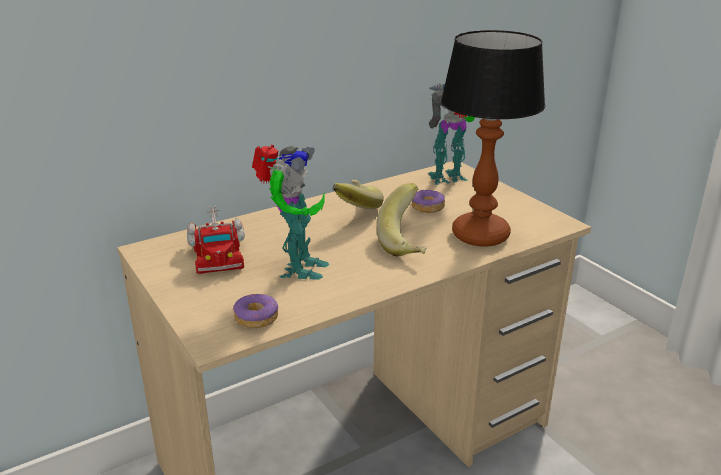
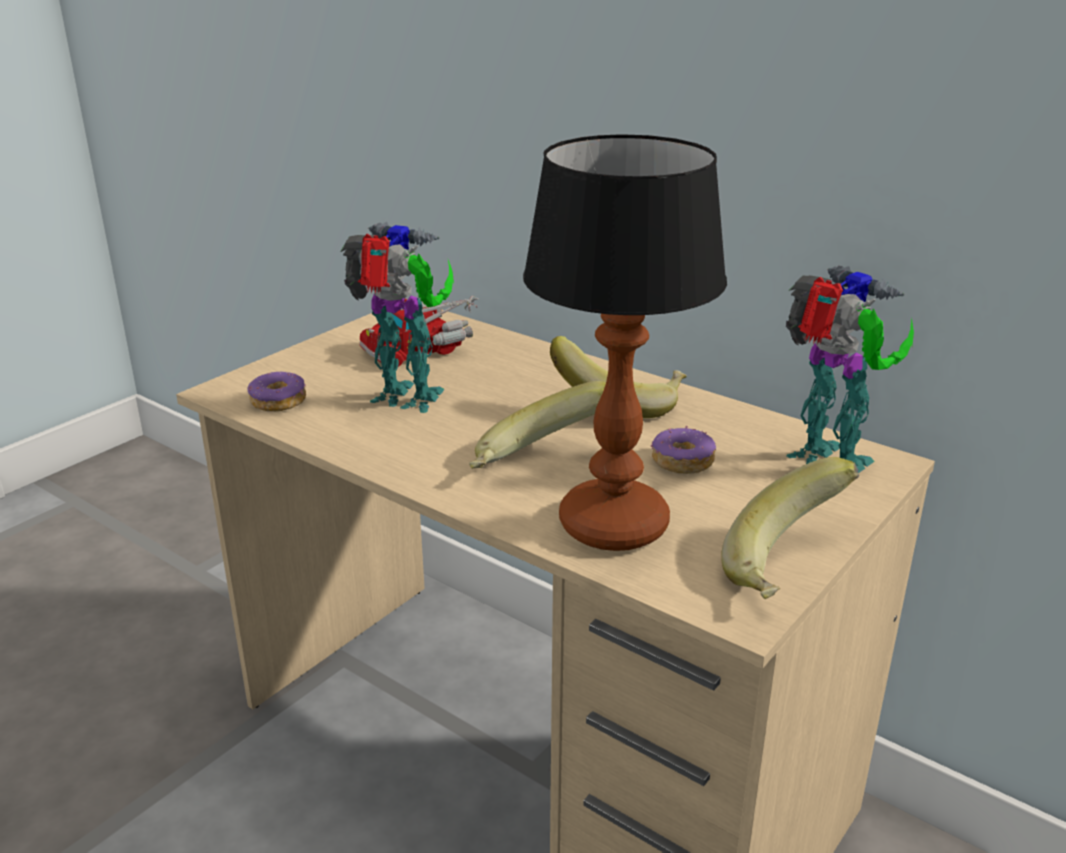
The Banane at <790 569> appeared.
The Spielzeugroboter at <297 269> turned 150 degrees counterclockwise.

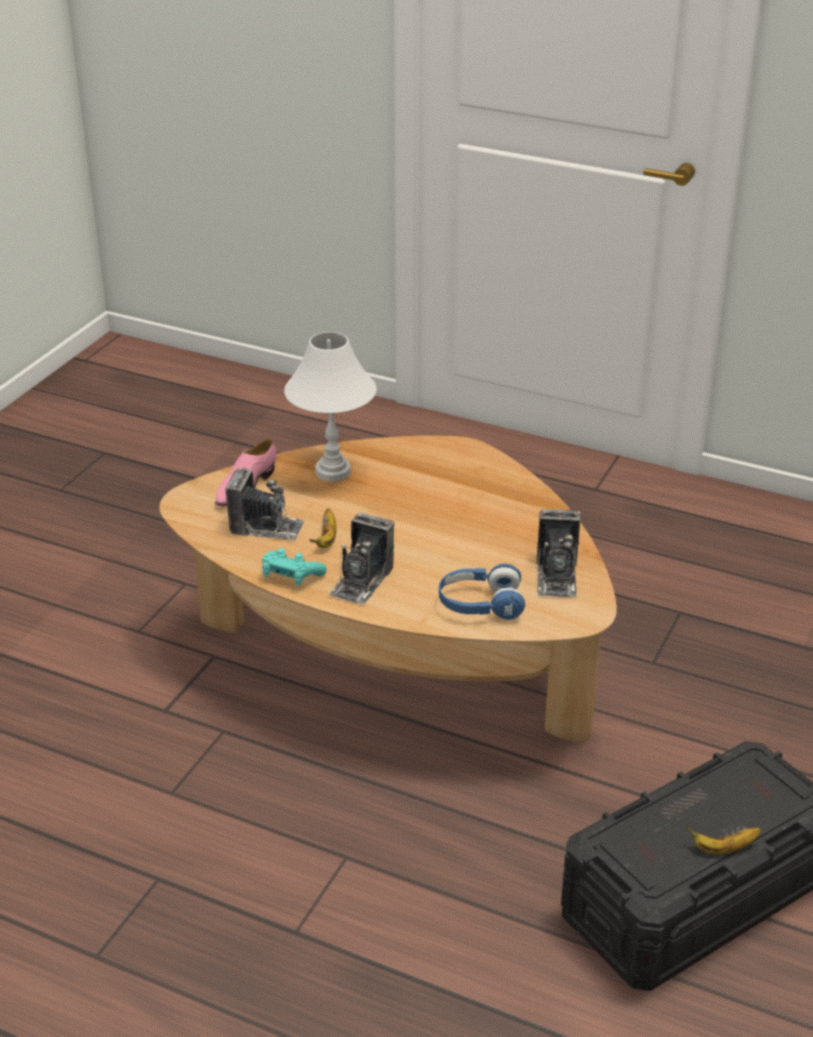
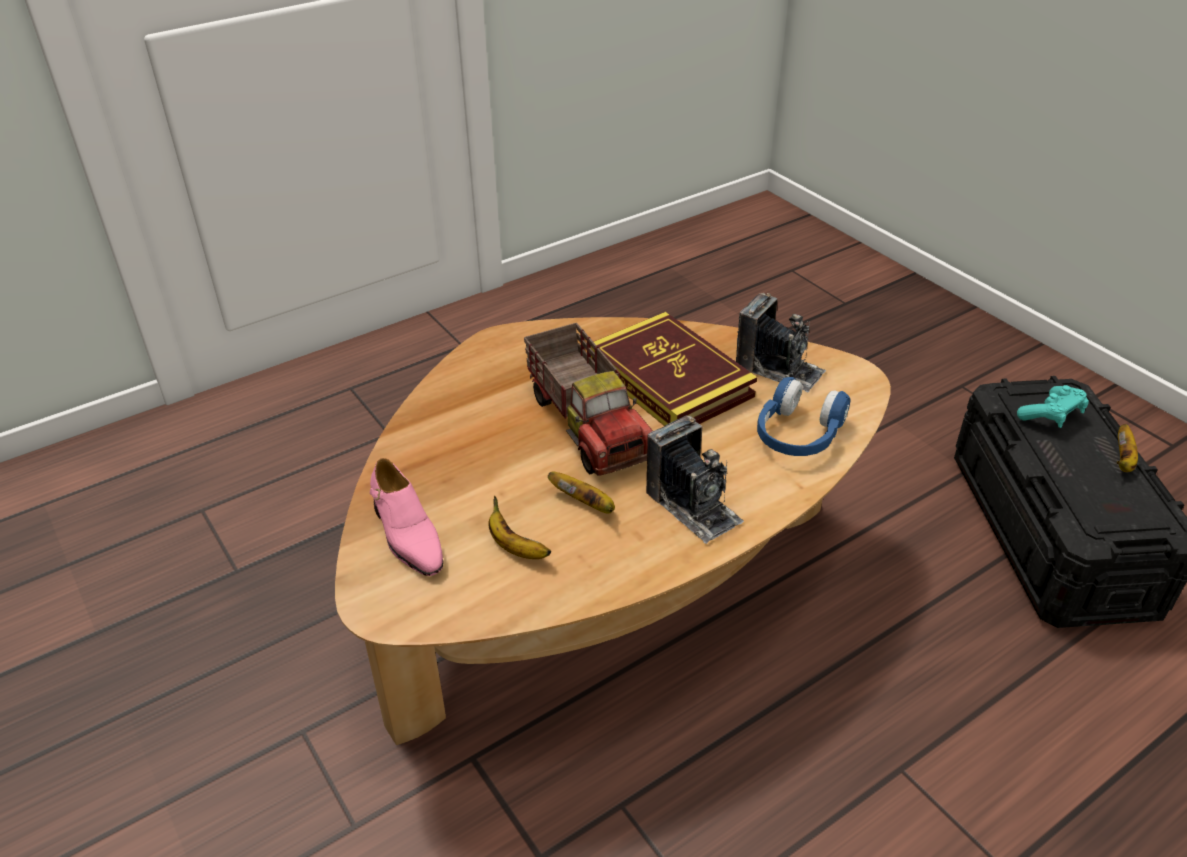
The Tischlampe/weiß at <333 472> disappeared.
The Spielzeuglaster at <589 424> appeared.
The Buch at <669 379> appeared.
The Gamepad/türkis moved from <291 576> to <1051 415>.
The Kamera at <266 527> was replaced by the Banane at <515 547>.

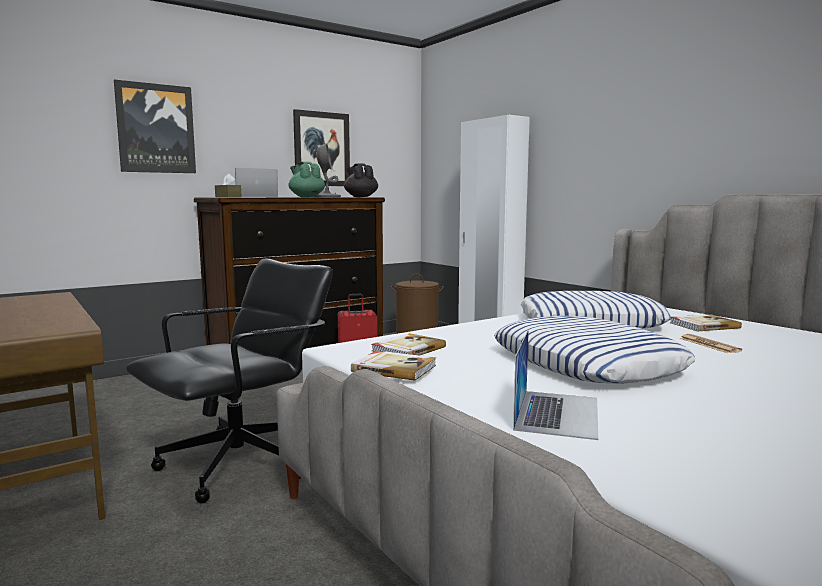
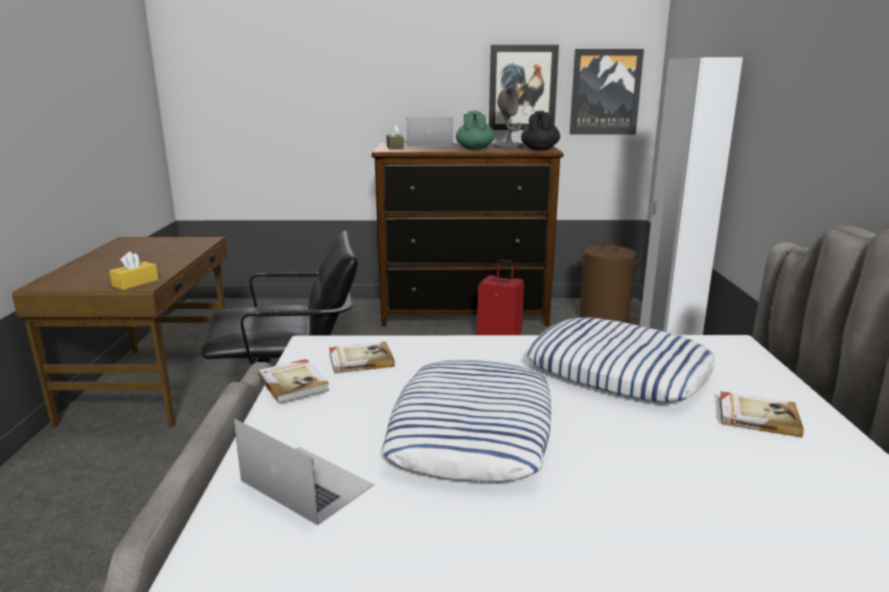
The Zeitung at <709 345> disappeared.
The Taschentuchbox/gelb at <135 283> appeared.
The Bild moved from <156 128> to <605 92>.
The Laptop at <557 413> turned 105 degrees counterclockwise.

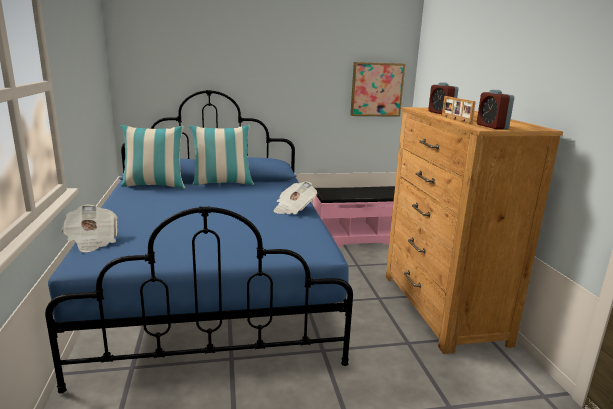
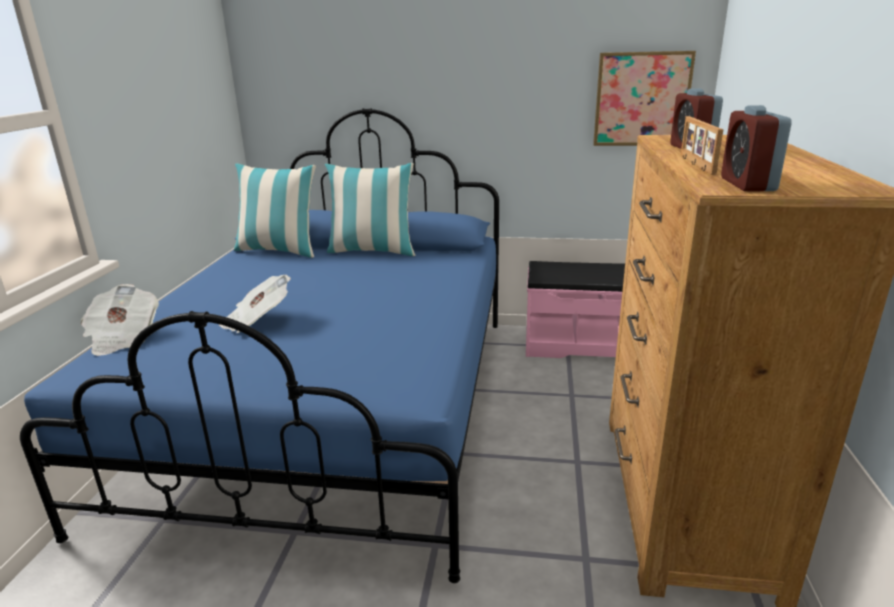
The Zeitung moved from <293 209> to <257 321>.

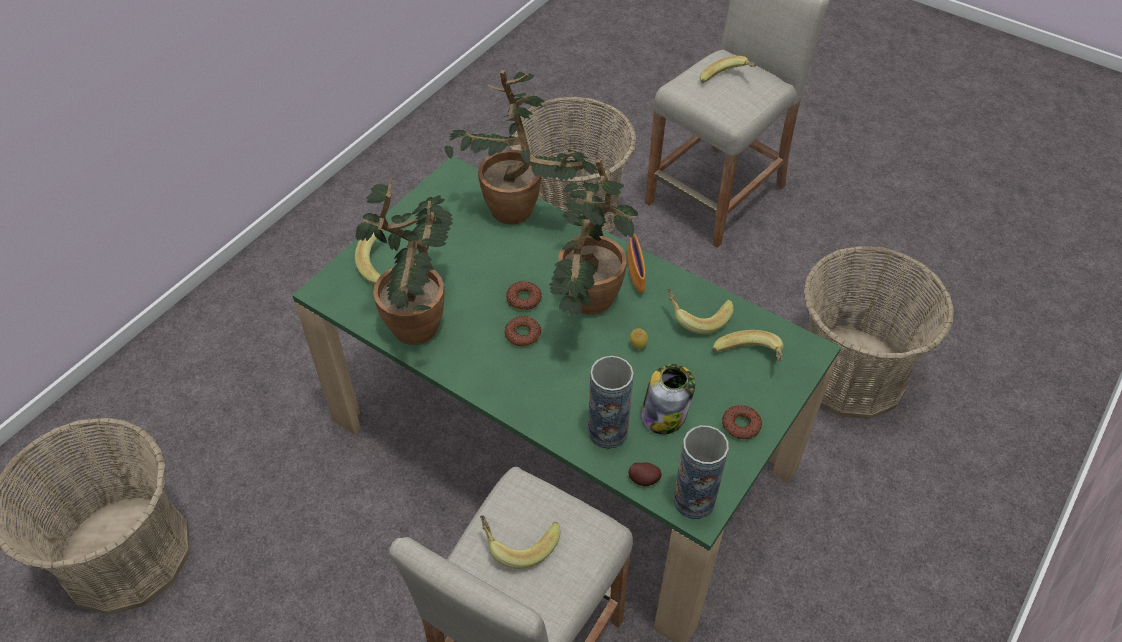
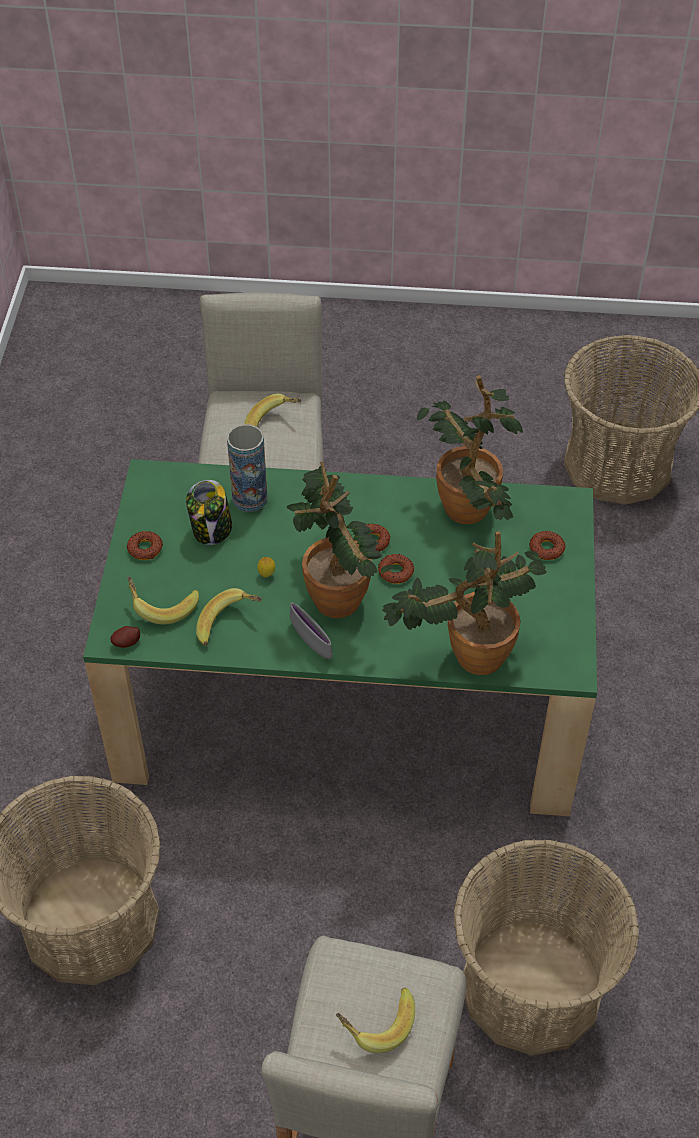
The Vase at <694 500> disappeared.
The Kartoffel moved from <644 479> to <126 642>.
The Banane at <384 262> was replaced by the Donut at <546 548>.
The Schüssel/orange at <635 274> became the Schüssel/grau at <311 642>.

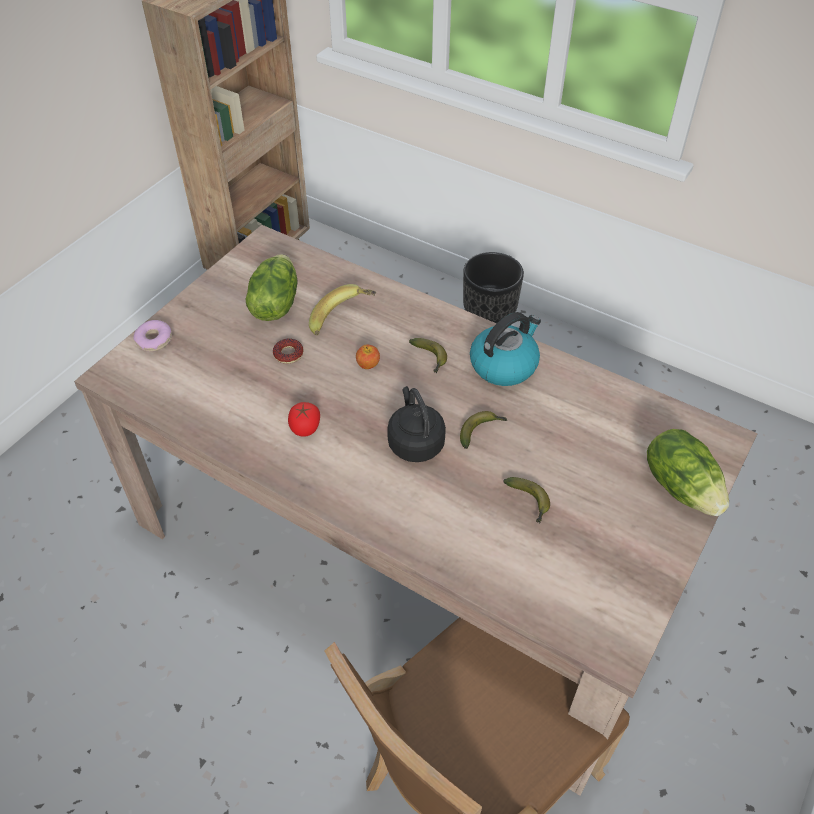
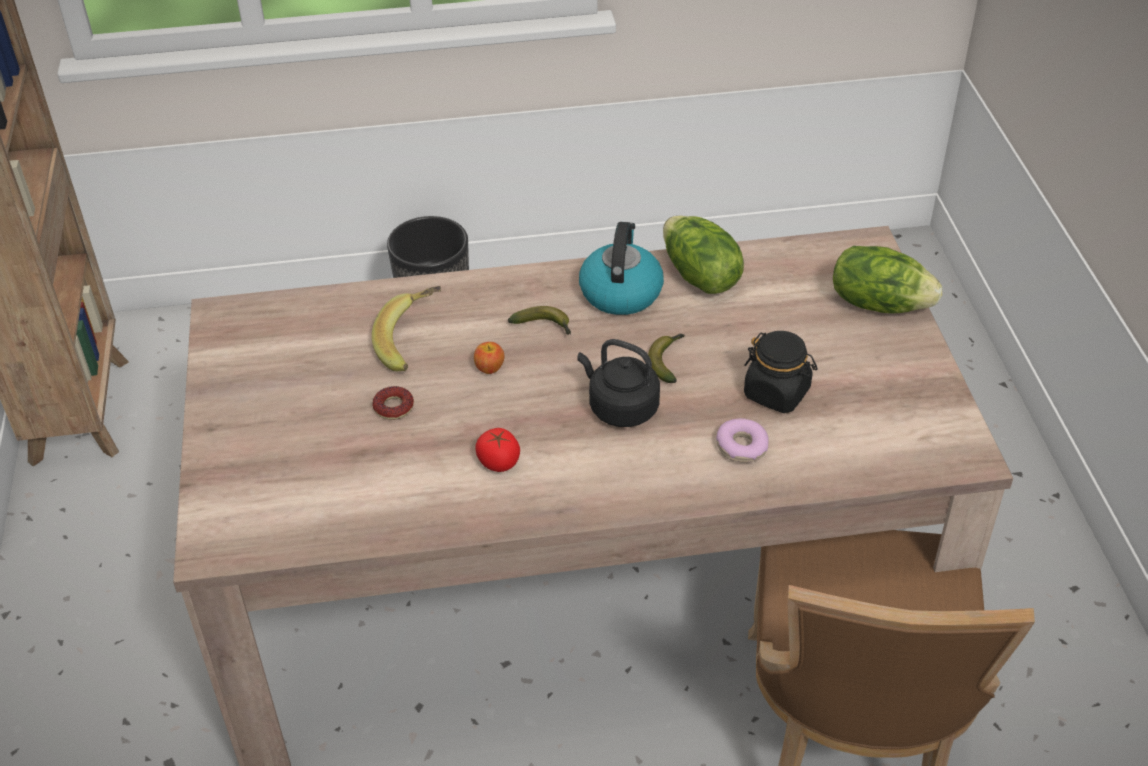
The Donut moved from <154 340> to <741 447>.
The Salatkopf moved from <274 304> to <699 276>.
The Banane at <529 502> was replaced by the Vorratsglas/schwarz at <777 393>.

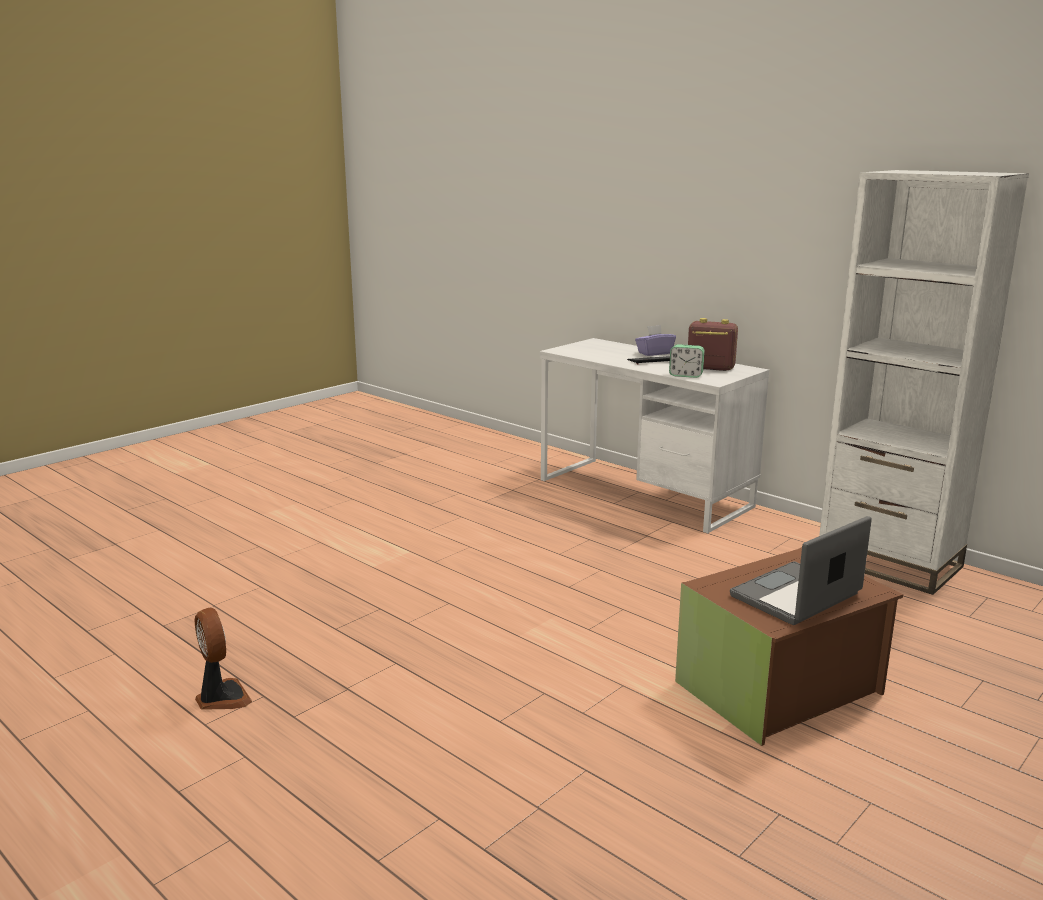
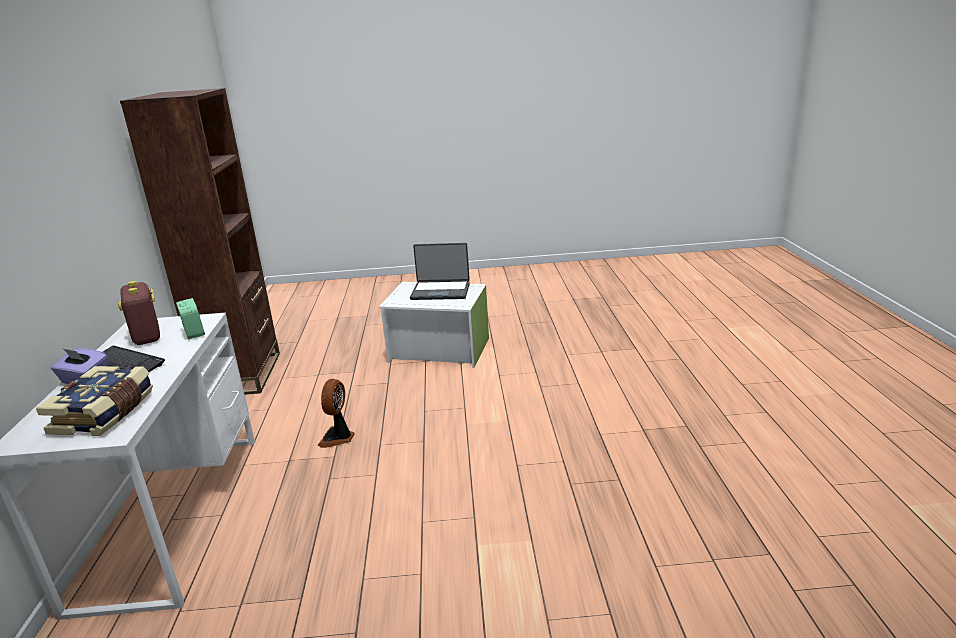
The Buch at <105 413> appeared.
The Ventilator moved from <221 698> to <338 438>.
The Aufbewahrungsbox/braun at <781 689> became the Aufbewahrungsbox/weiß at <439 349>.
The Bücherregal/weiß at <888 563> became the Bücherregal/braun at <242 374>.

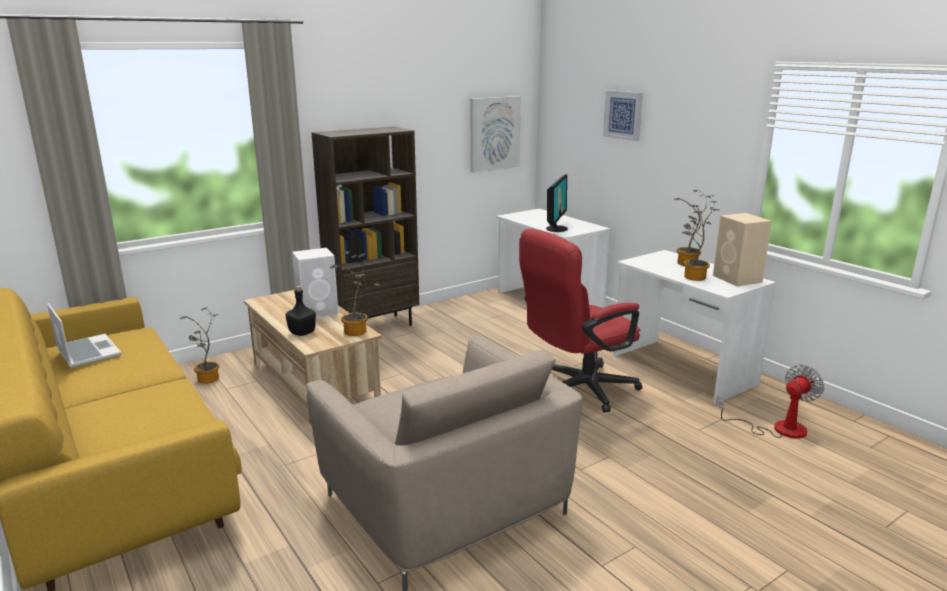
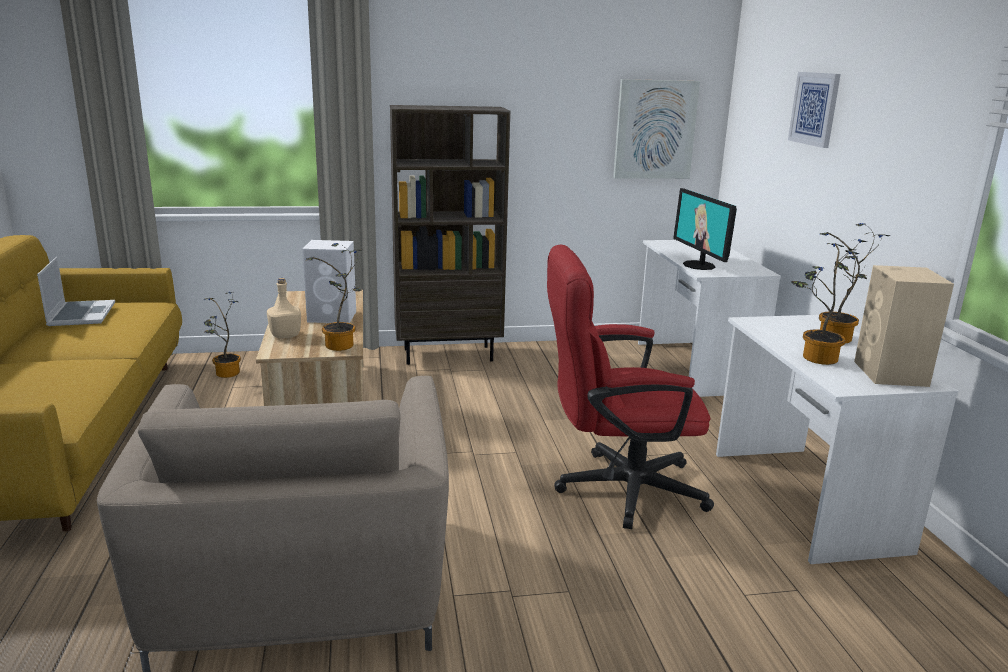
The Ventilator at <777 429> disappeared.
The Flasche/schwarz at <302 333> became the Flasche/beige at <285 336>.
The Monitor at <556 229> turned 120 degrees clockwise.

